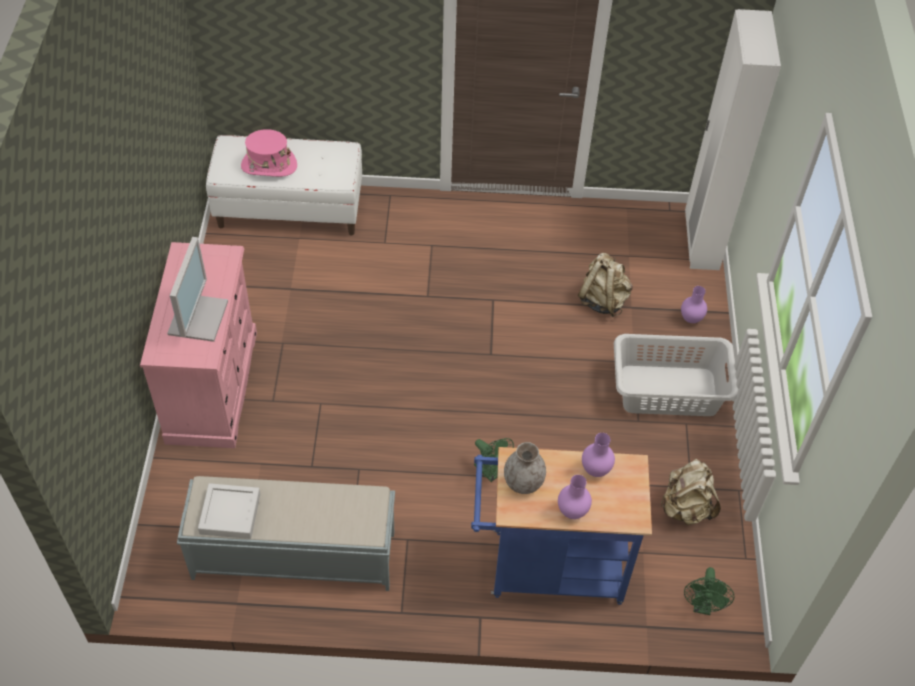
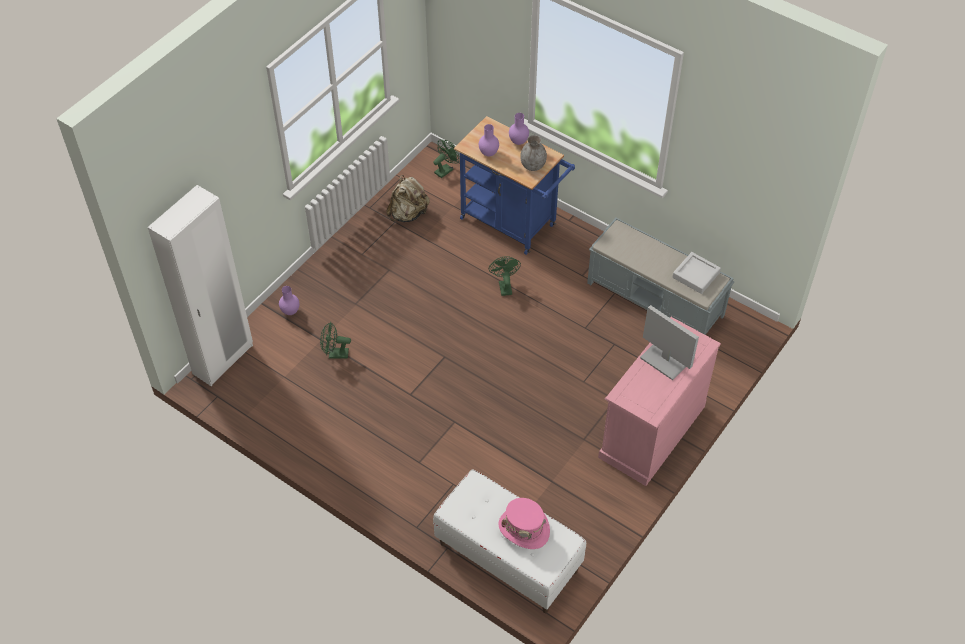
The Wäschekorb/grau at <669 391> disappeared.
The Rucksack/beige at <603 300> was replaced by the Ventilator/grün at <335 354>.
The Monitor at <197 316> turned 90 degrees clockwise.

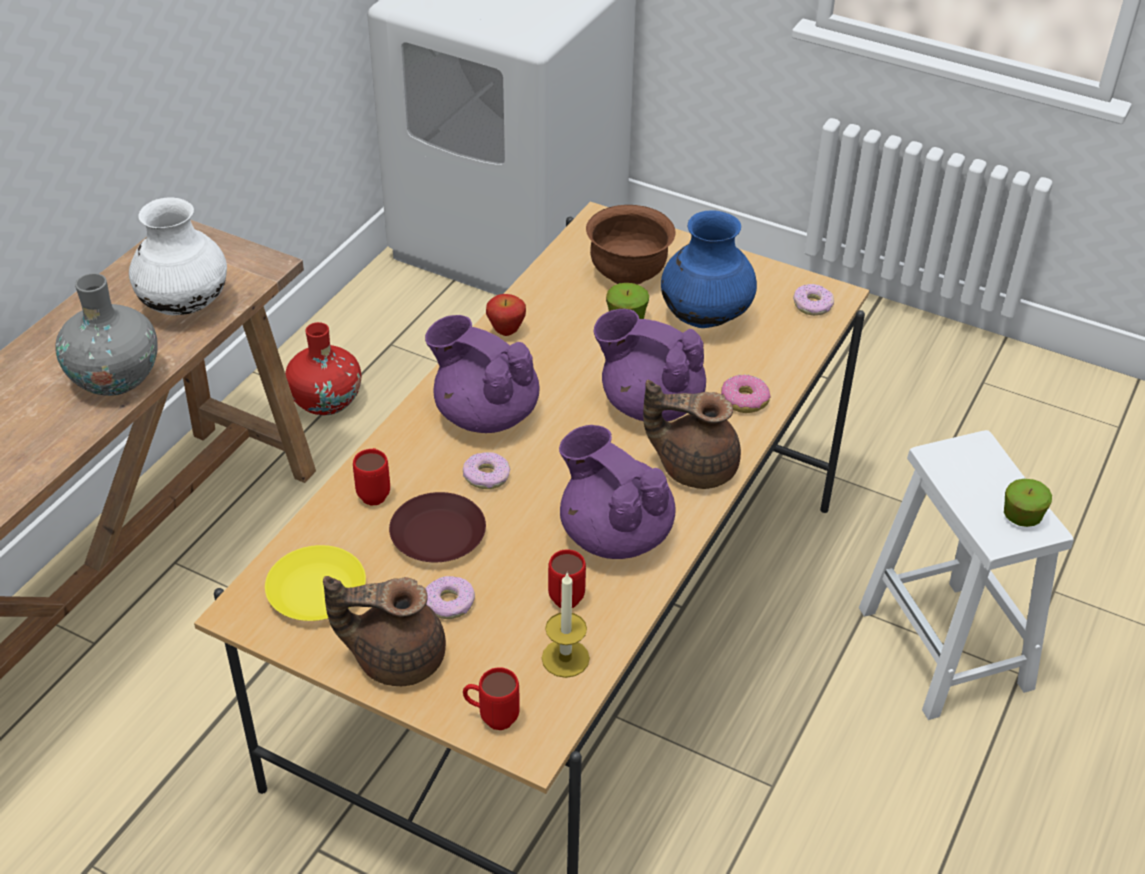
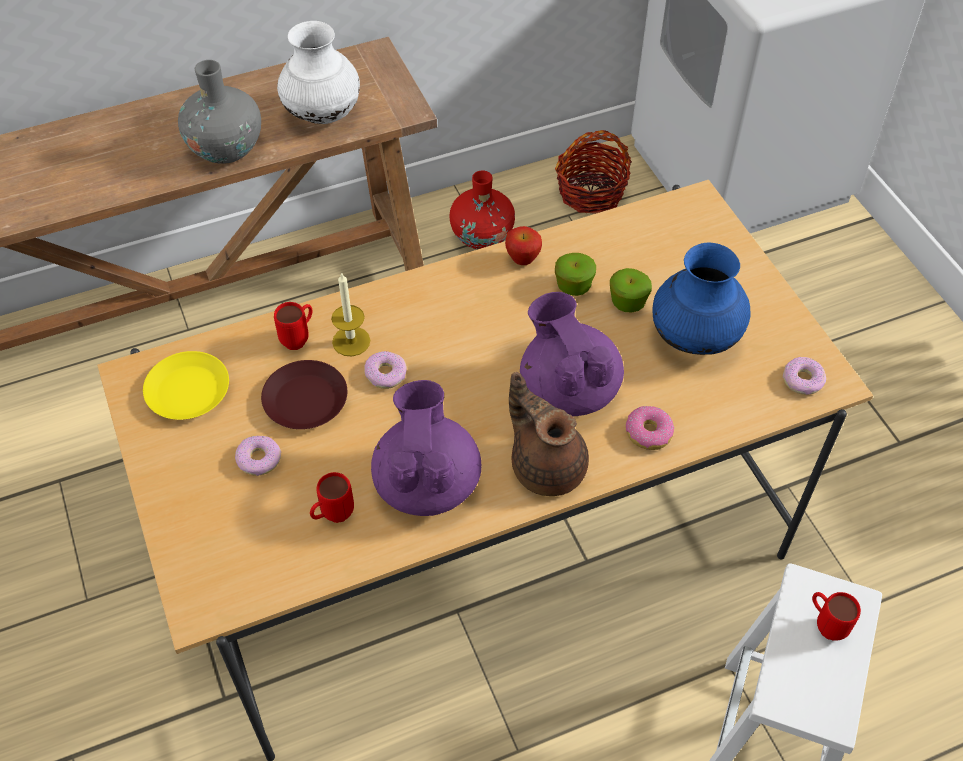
The Teekanne/braun at <396 657> disappeared.
The Teekanne/lila at <485 413> disappeared.
The Schüssel/braun at <628 274> disappeared.
The Korb at <591 192> appeared.
The Henkelbecher/rot moved from <491 718> to <825 624>.
The Kerze moved from <565 658> to <351 341>.
The Apfel moved from <1022 517> to <573 286>.

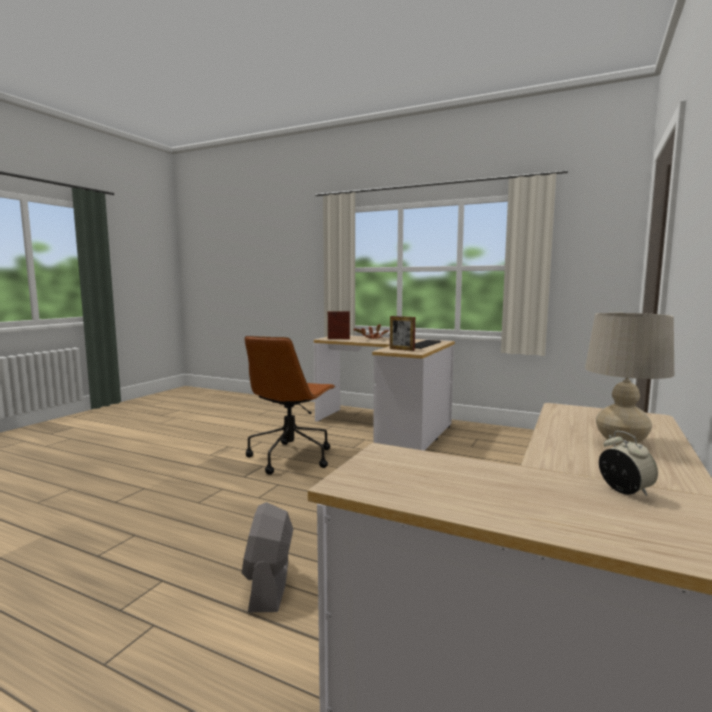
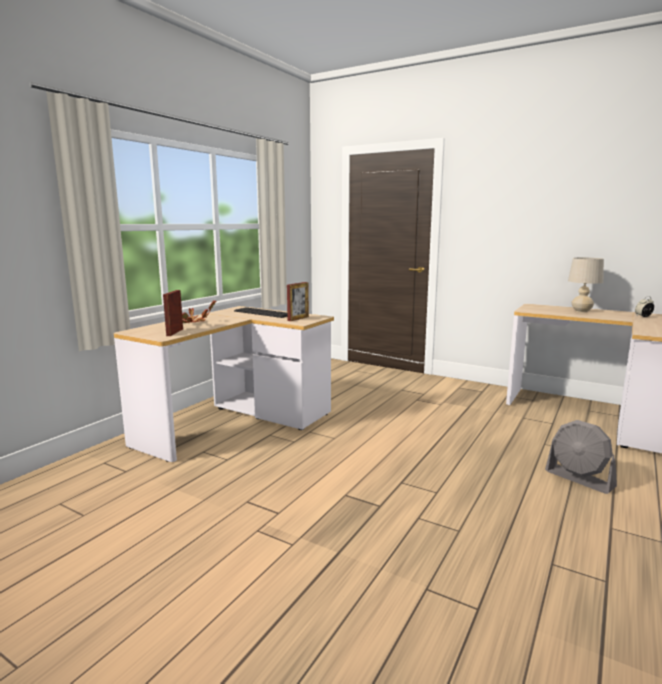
The Bürostuhl/braun at <291 457> disappeared.
The Ventilator/grau at <269 585> turned 45 degrees clockwise.

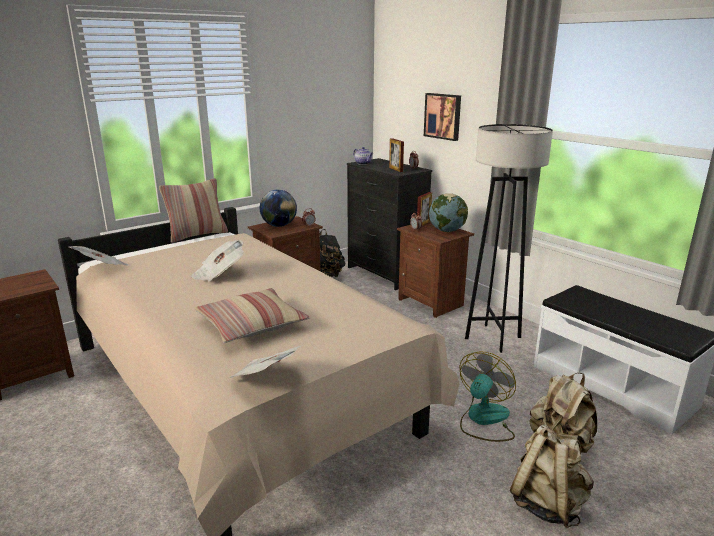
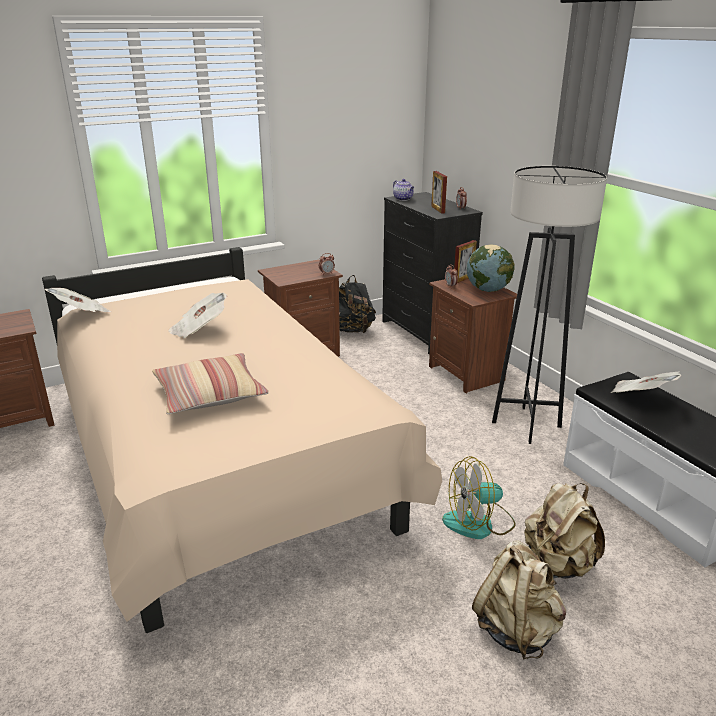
The Kissen at <197 235> disappeared.
The Globus at <279 226> disappeared.
The Bild at <443 116> disappeared.
The Zeitung moved from <266 379> to <640 396>.
The Ventilator at <484 420> turned 150 degrees counterclockwise.

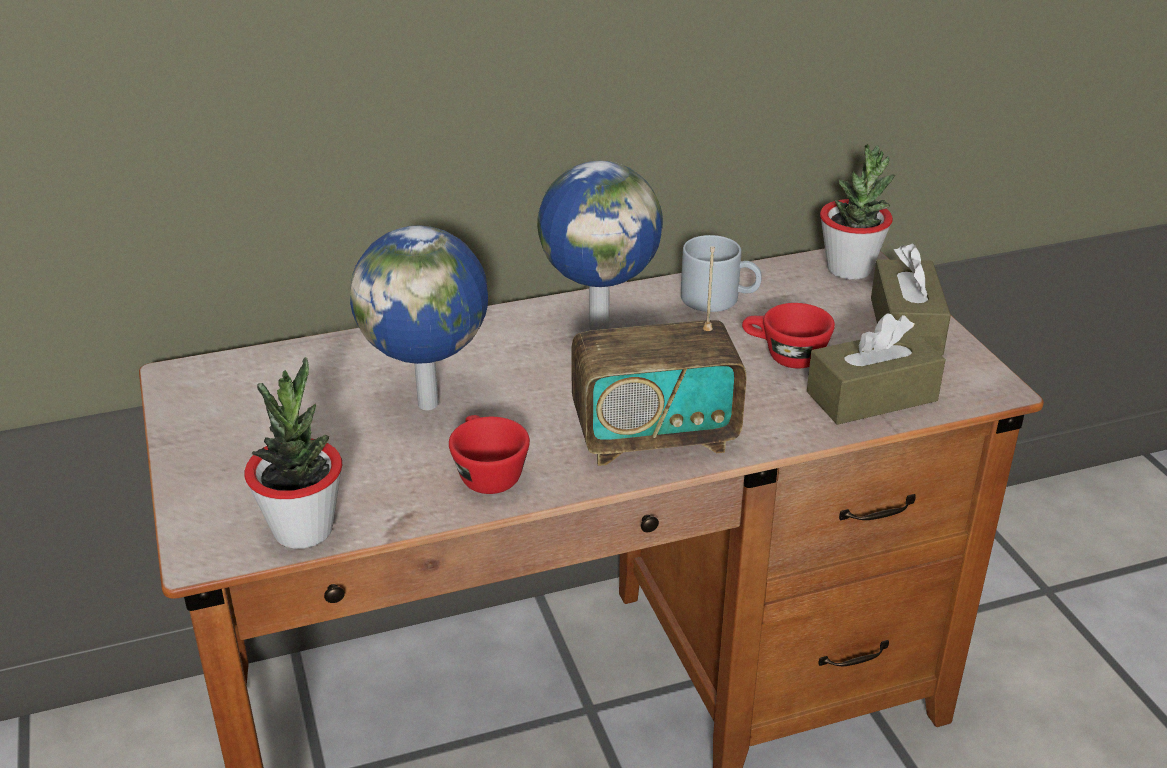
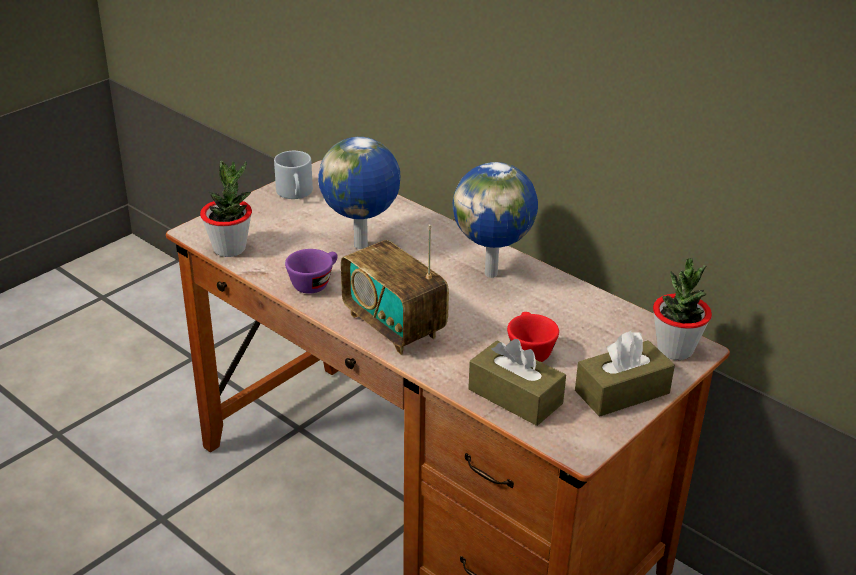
The Henkelbecher/grau moved from <719 298> to <296 193>.
The Tasse/rot at <486 473> became the Tasse/lila at <314 283>.

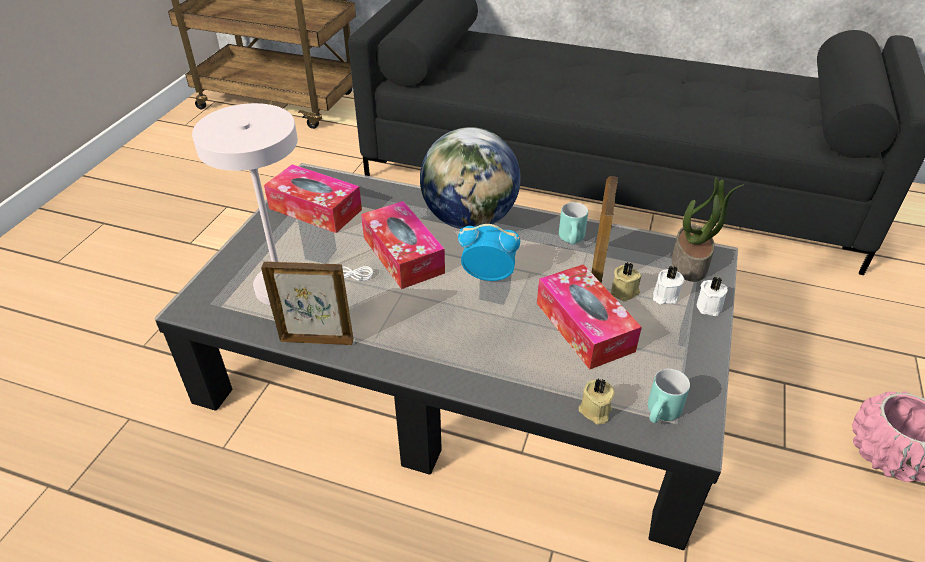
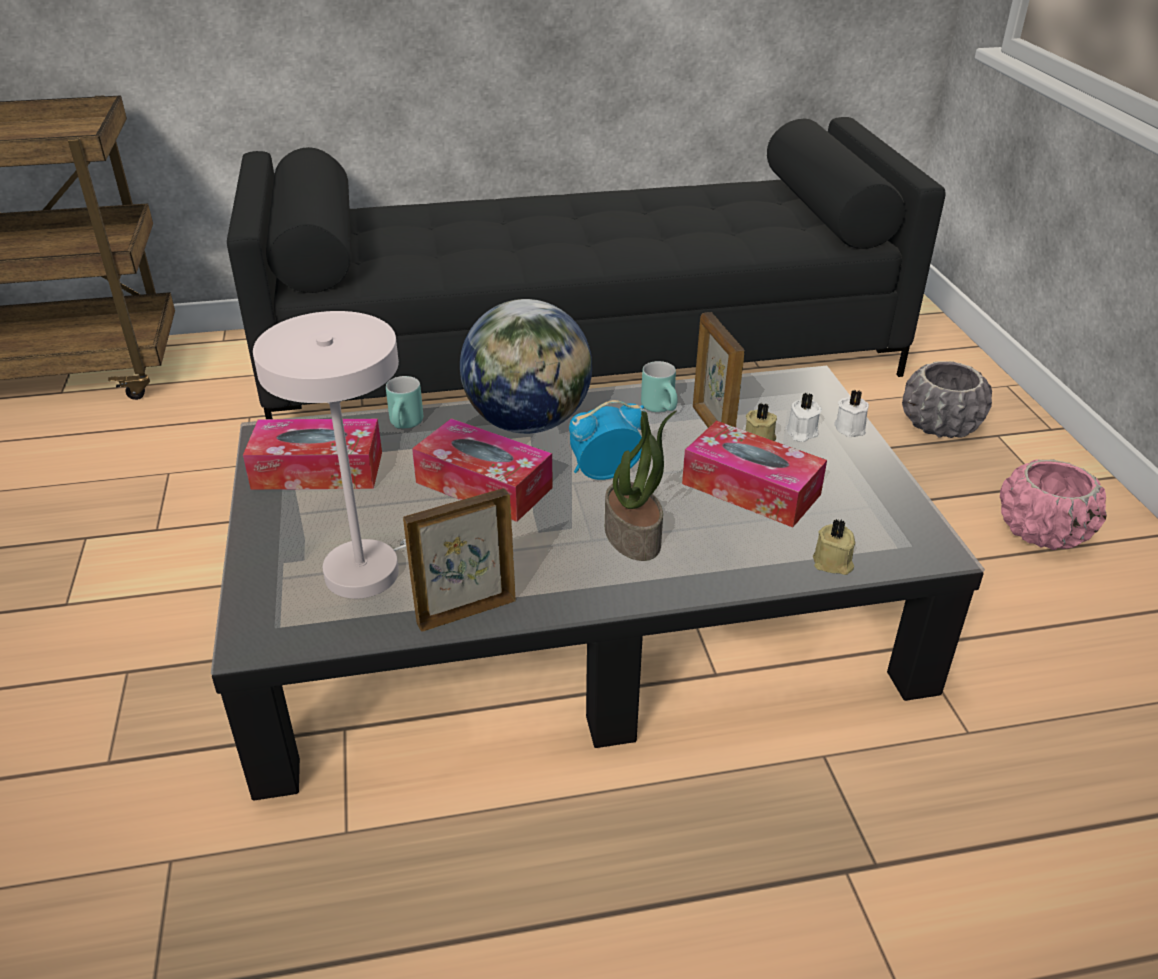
The Pflanzkübel/grau at <940 425> appeared.
The Henkelbecher/türkis moved from <662 416> to <407 426>.
The Topfpflanze moved from <690 264> to <634 536>.

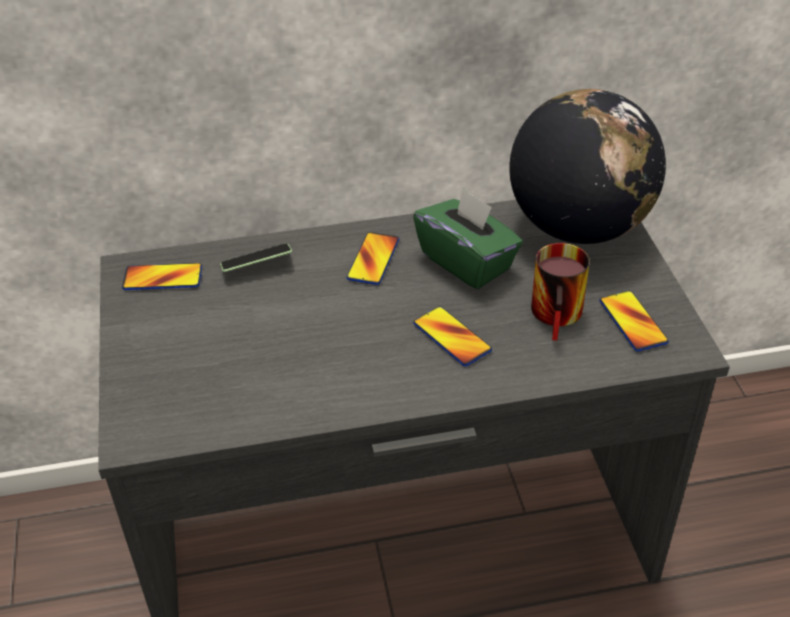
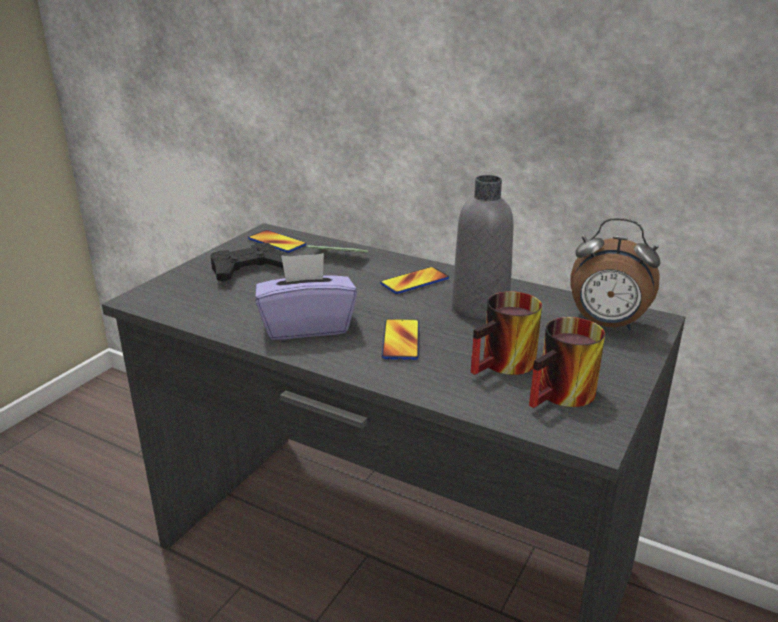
The Gamepad/schwarz at <248 270> appeared.
The Taschentuchbox/lila at <306 326> appeared.
The Taschentuchbox/grün at <467 262> was replaced by the Flasche/grau at <480 308>.
The Globus at <579 227> was replaced by the Wecker at <606 325>.
The Handy at <633 322> was replaced by the Henkelbecher at <564 397>.

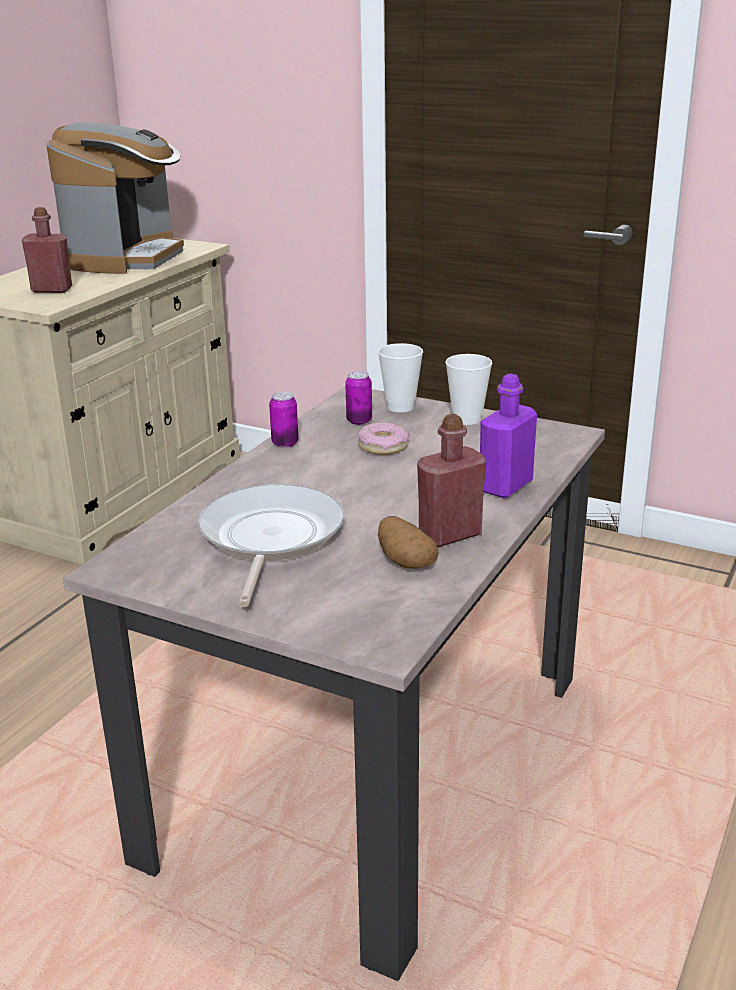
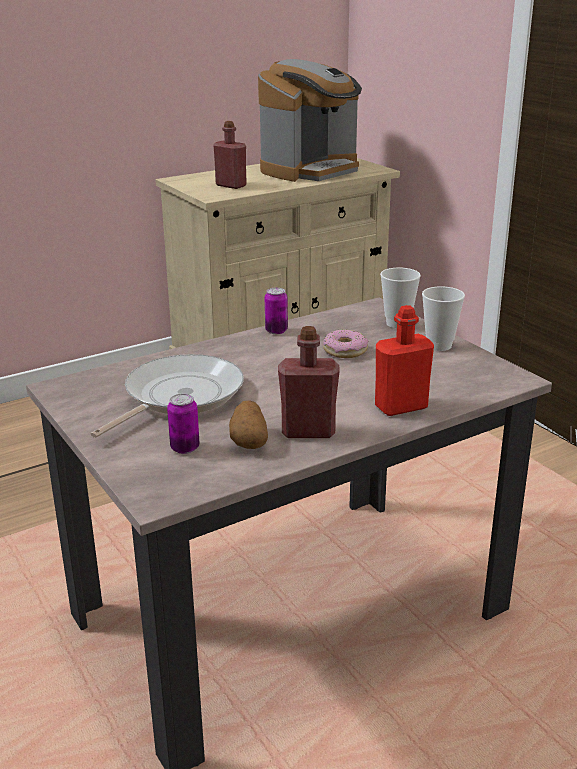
The Dose moved from <359 421> to <185 448>.
The Flasche/lila at <505 486> became the Flasche/rot at <401 407>.

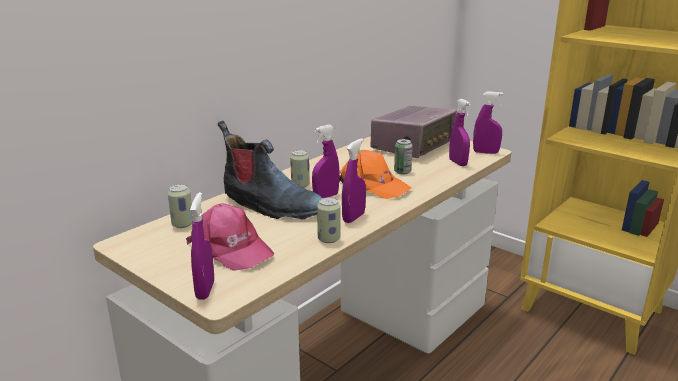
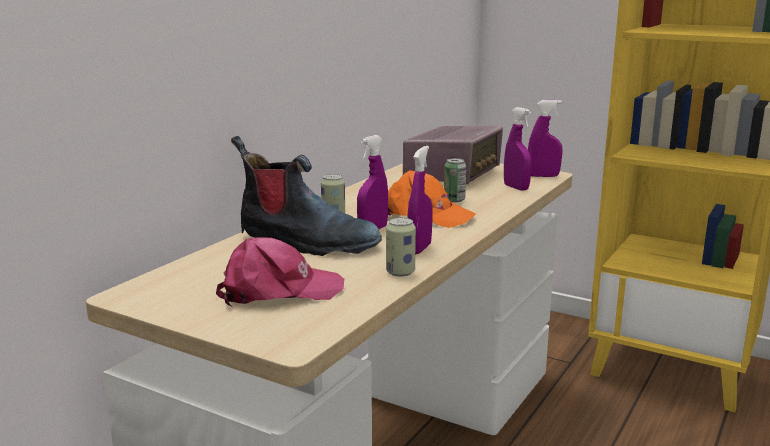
The Dose at <182 224> disappeared.
The Sprühflasche/lila at <205 290> disappeared.
The Kappe/rosa at <230 249> turned 45 degrees counterclockwise.

